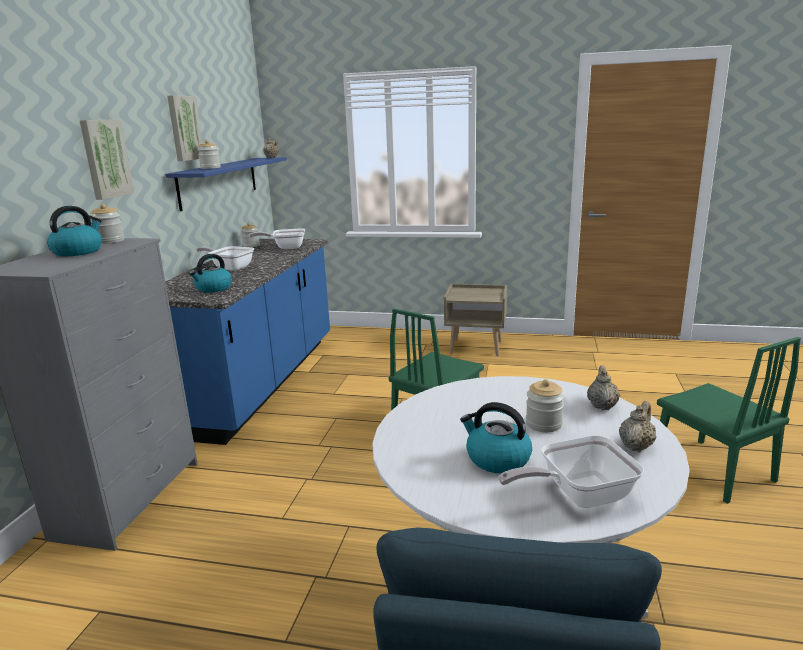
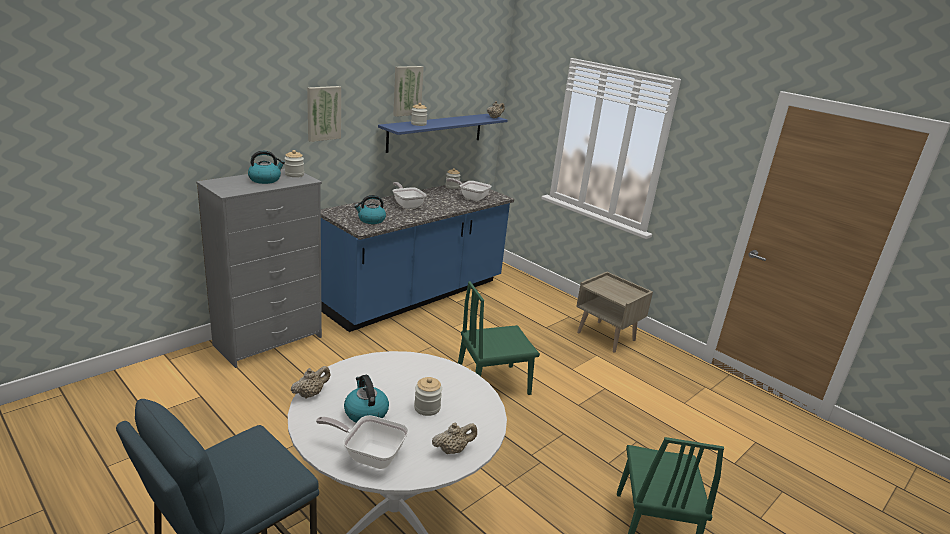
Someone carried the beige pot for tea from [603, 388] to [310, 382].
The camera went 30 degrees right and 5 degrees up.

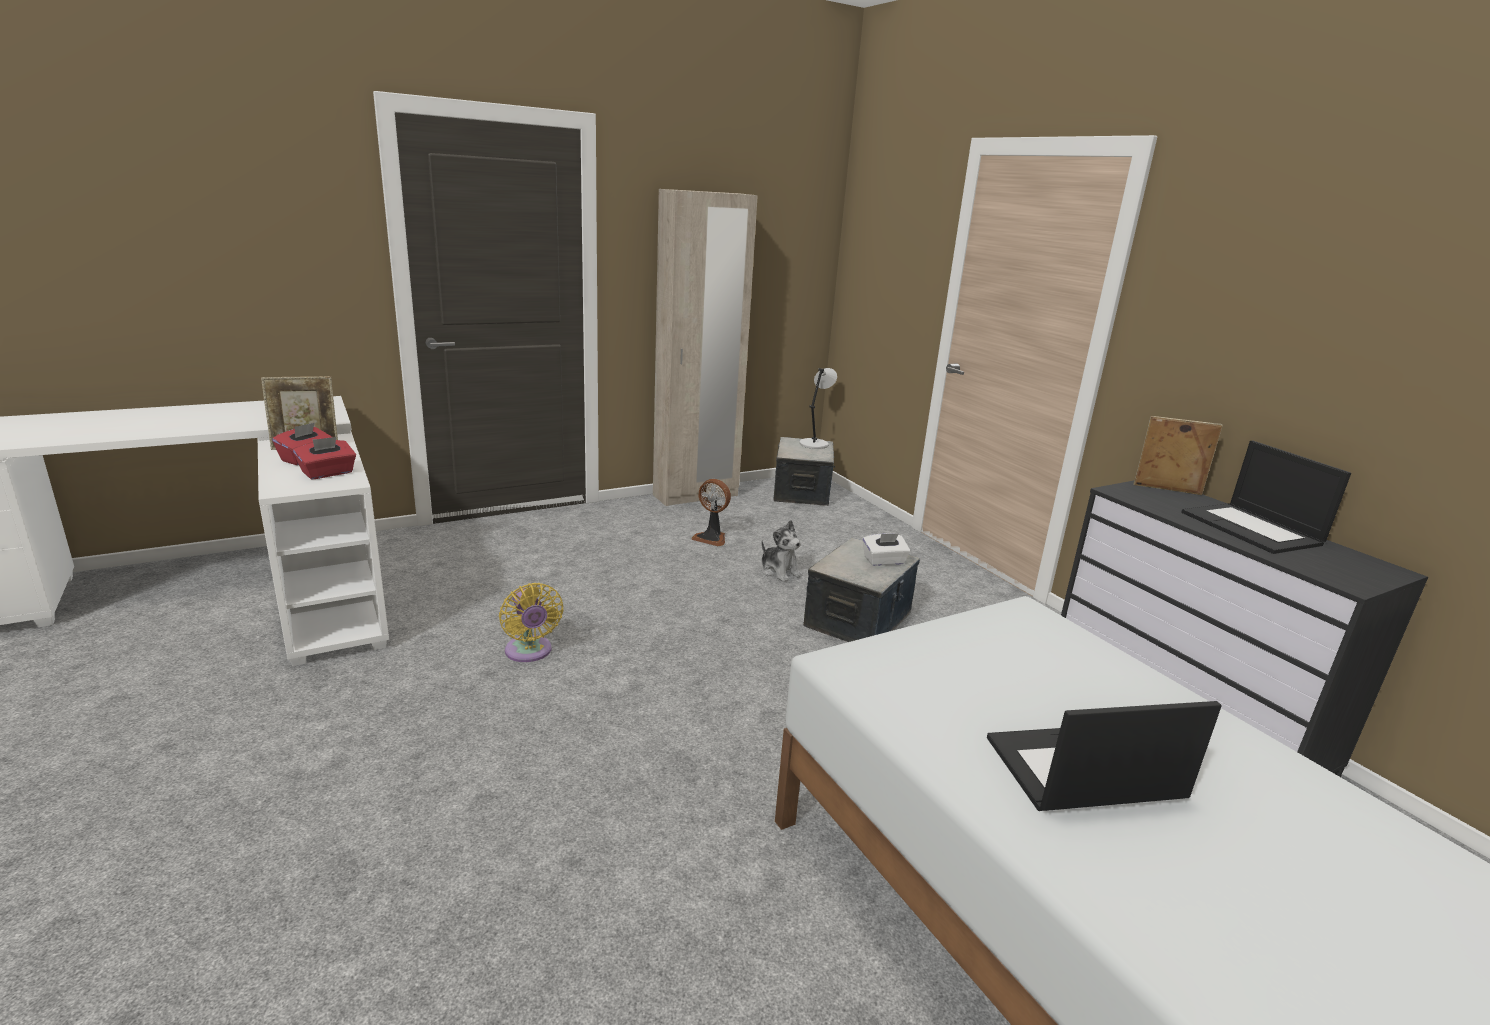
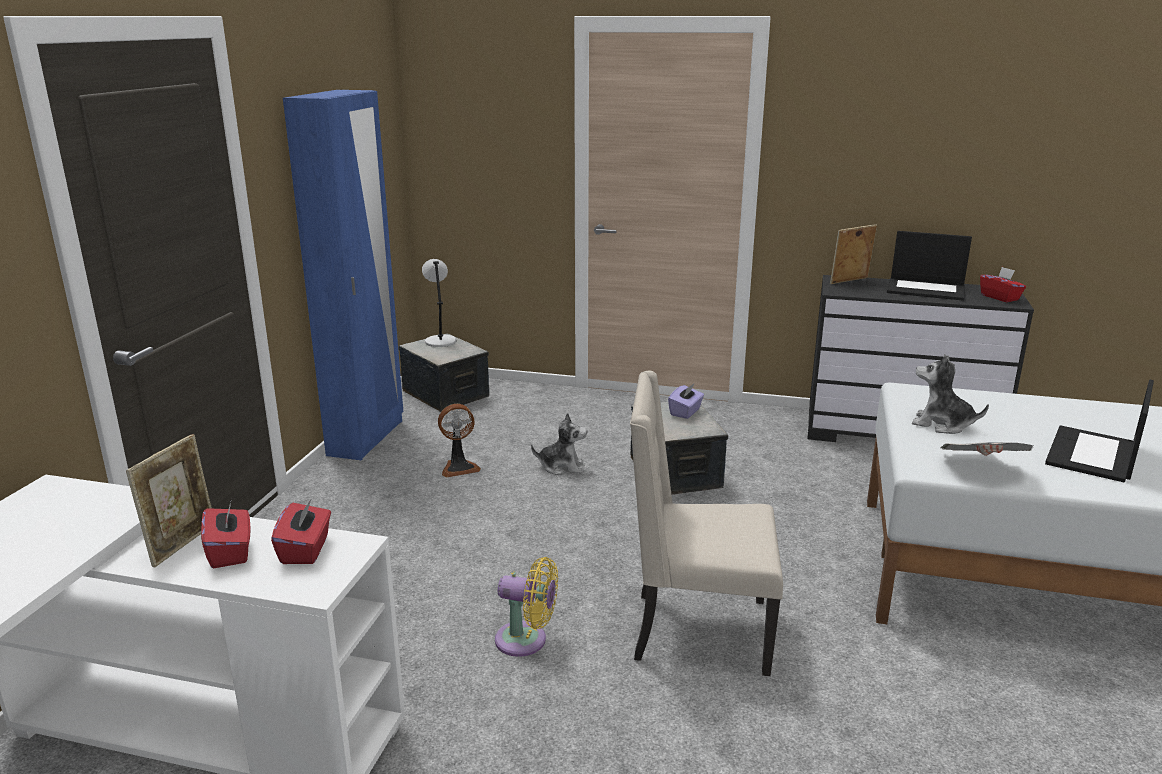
Someone repainted the beige clothes cupboard at [705, 347], which became the blue-coloured clothes cupboard at [343, 275].
Someone repainted the white box of tissues at [886, 549], which became the purple-coloured box of tissues at [686, 401].
Someone put down the beige upright chair at [706, 523].
Someone put down the plush toy at [950, 394].
Someone put down the daily paper at [987, 449].
Someone put down the red-coloured box of tissues at [1003, 284].
The camera went 45 degrees left and 0 degrees up.

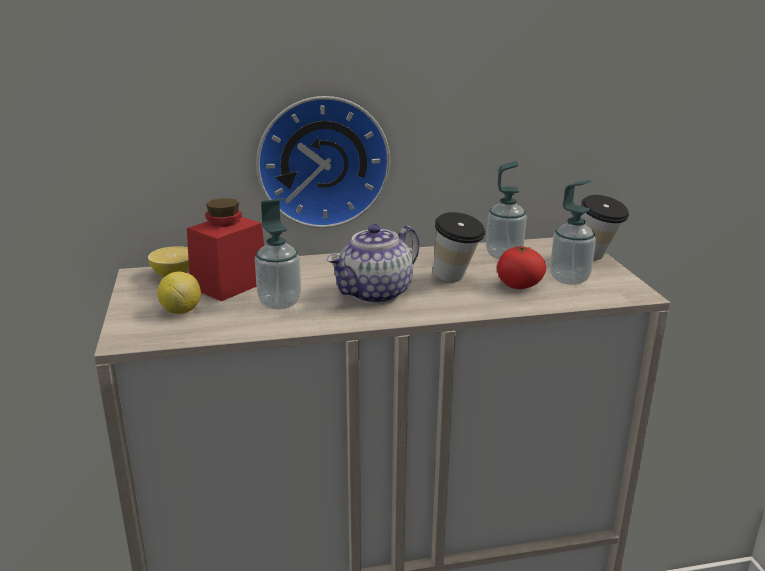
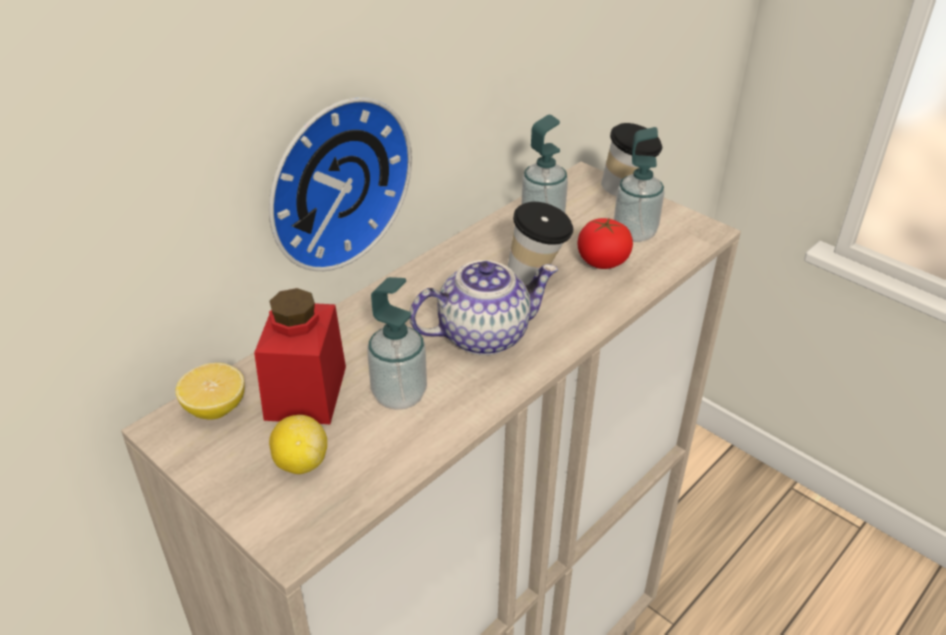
Someone rotated the pot for tea at [373, 264] by 120 degrees counterclockwise.
The camera went 35 degrees left and 15 degrees up.

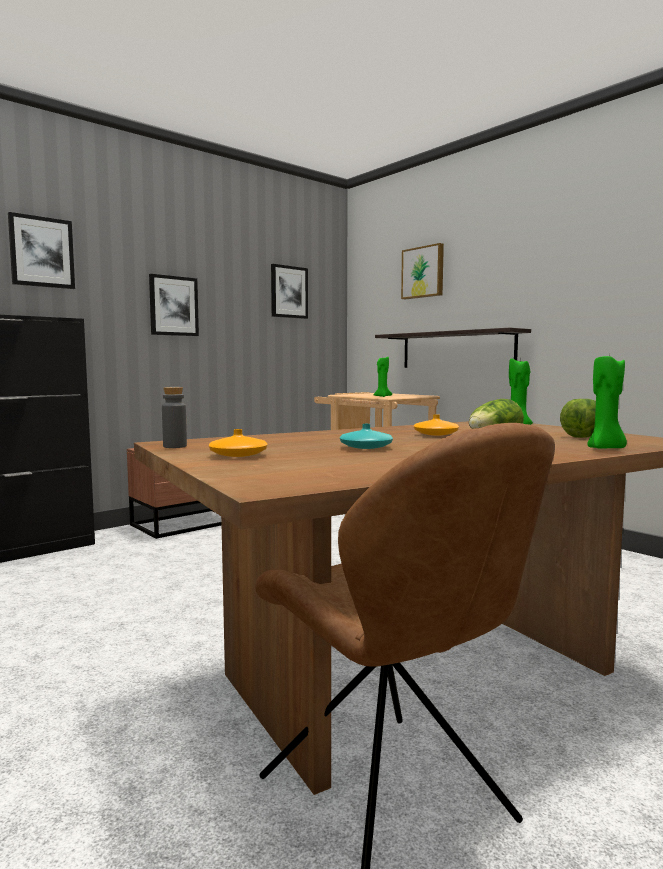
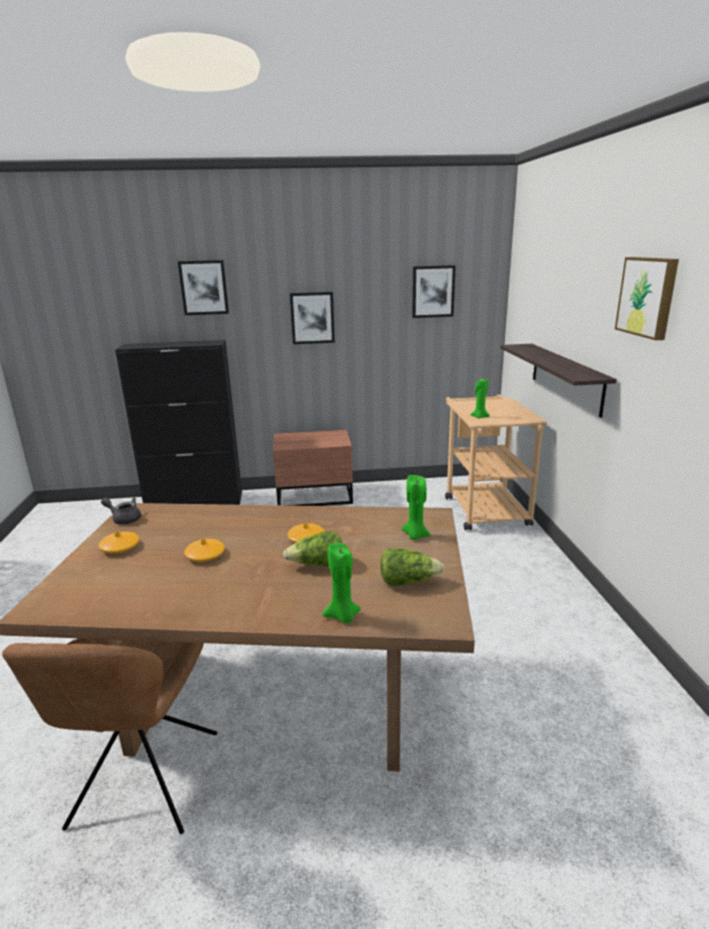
Someone swapped the grey bottle at [174, 417] for the grey pot for tea at [121, 510].
Someone repainted the turquoise-coloured decorative vase at [366, 436], which became the orange-coloured decorative vase at [204, 550].
Someone carried the picture from [422, 271] to [647, 298].
The camera went 35 degrees right and 15 degrees up.

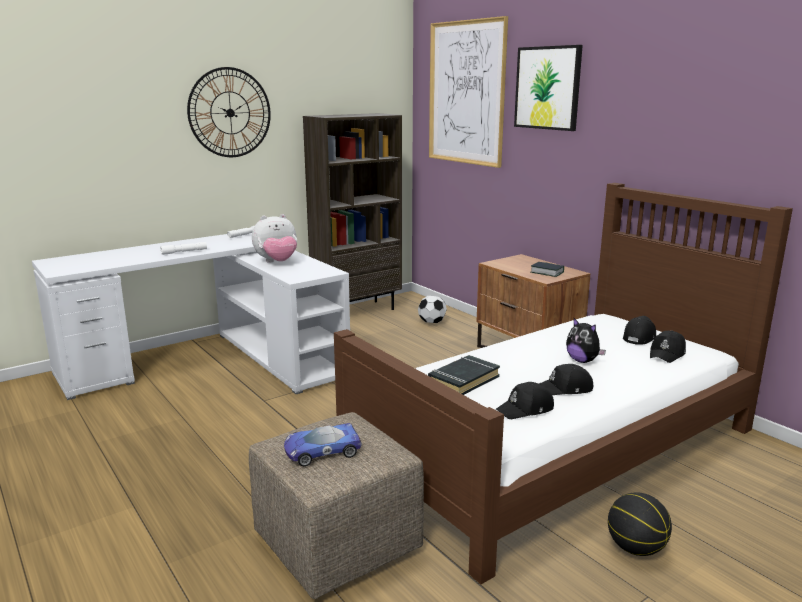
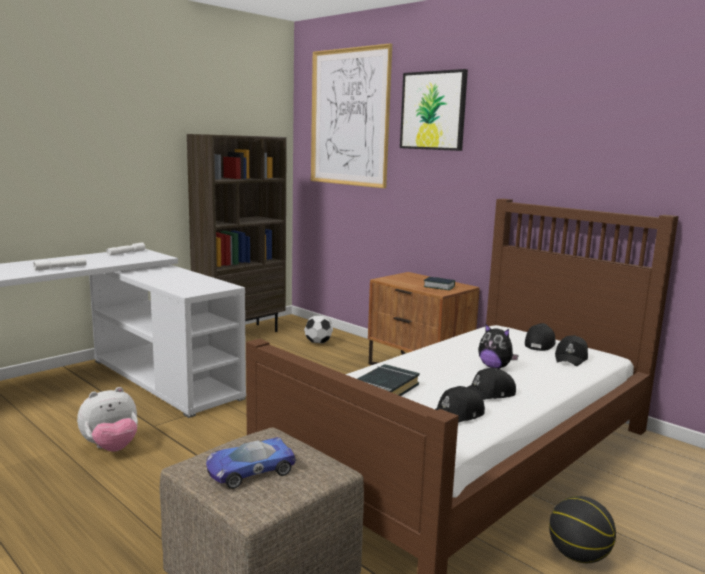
Someone took away the wall clock at [229, 112].
Someone carried the plush toy from [274, 238] to [107, 419].
The camera went 10 degrees left and 5 degrees down.

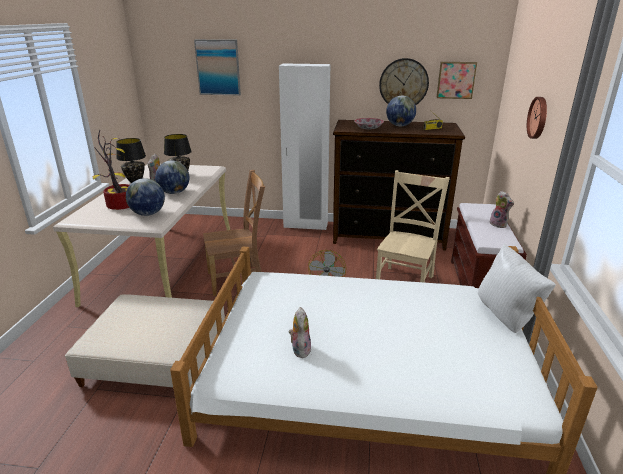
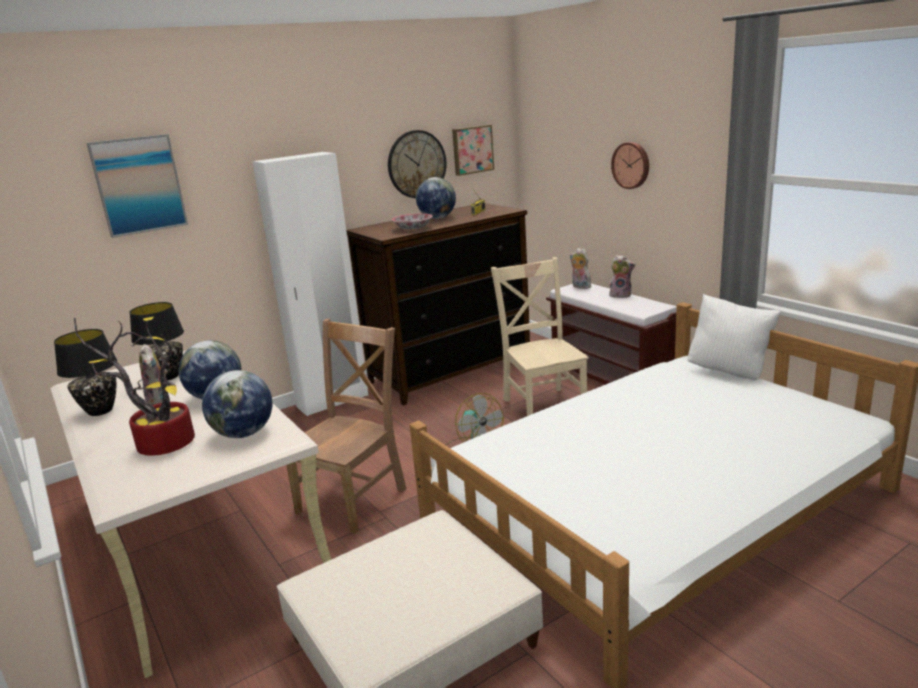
Someone carried the plush toy from [300, 332] to [580, 268].
The camera went 40 degrees left and 5 degrees down.

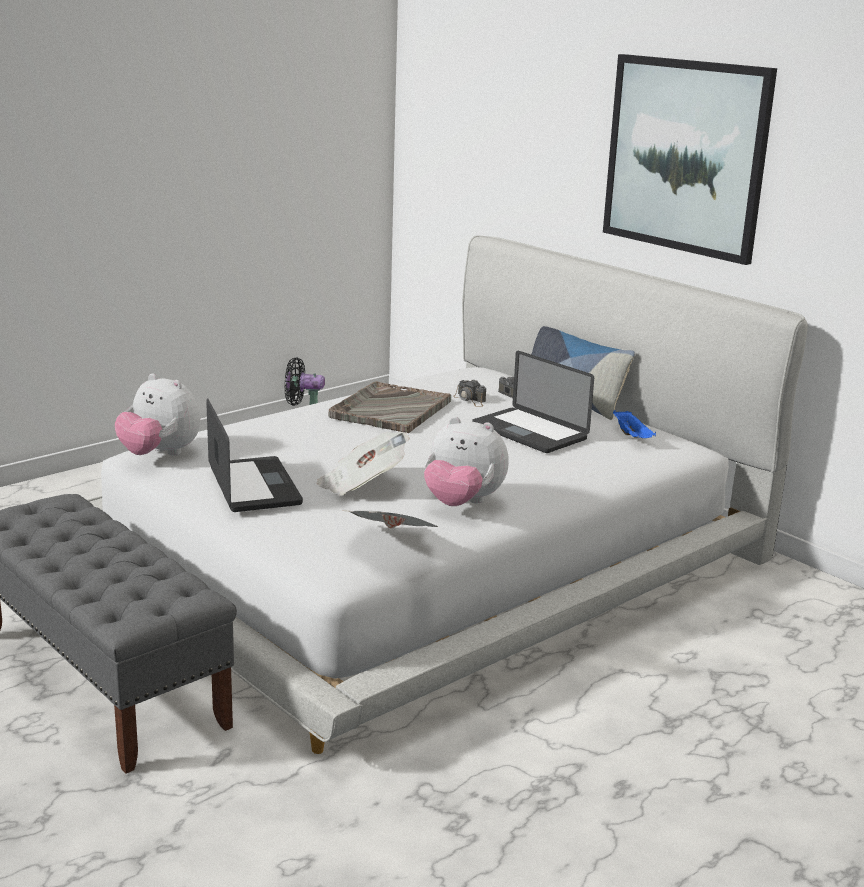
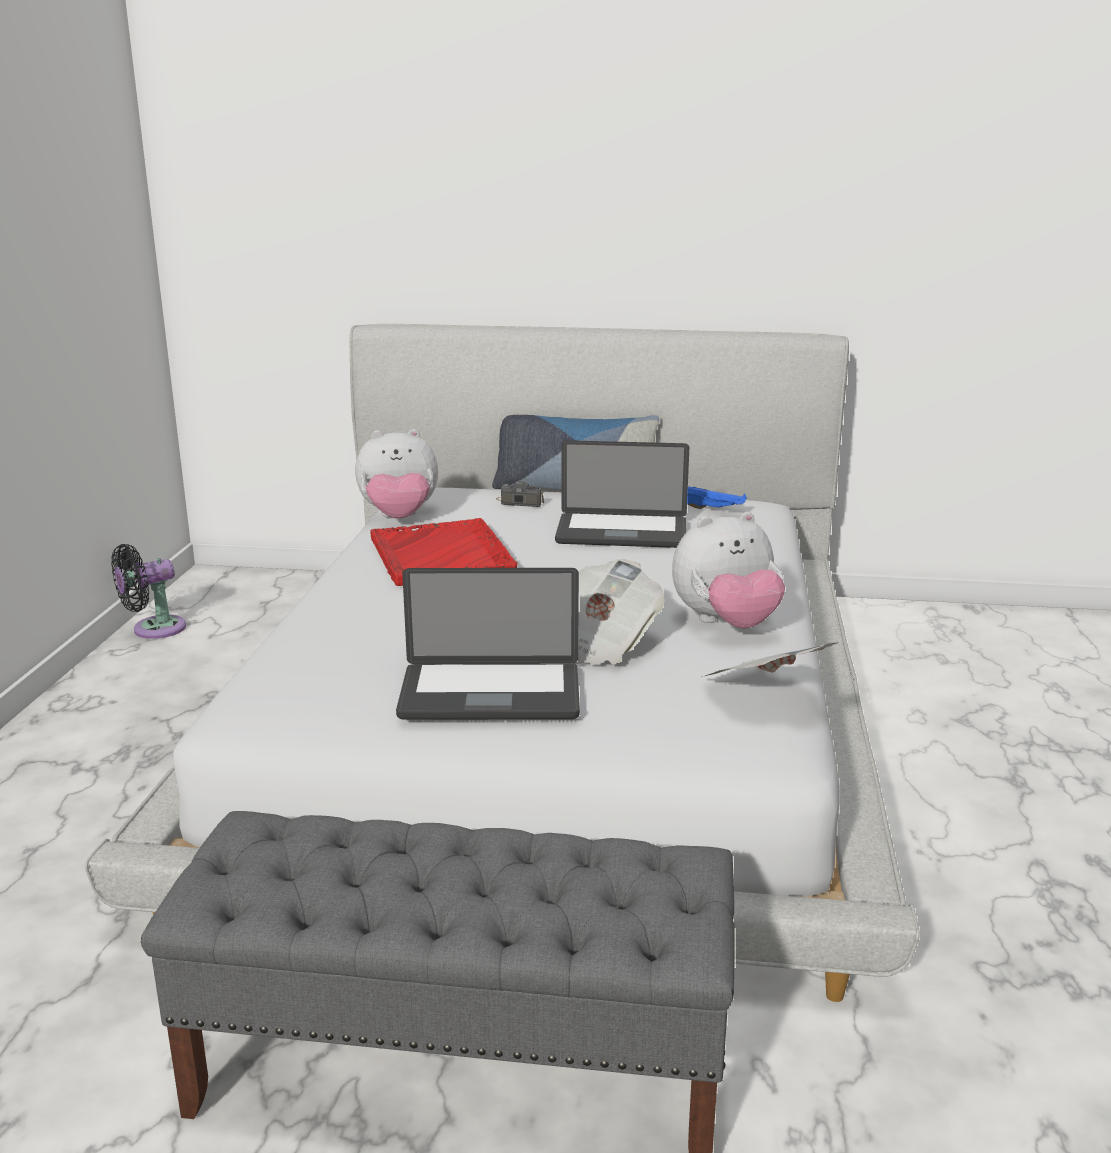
Someone carried the plush toy from [157, 414] to [396, 474].
Someone rotated the portable computer at [254, 455] by 150 degrees clockwise.
Someone repainted the grey serving tray at [389, 407], which became the red-coloured serving tray at [444, 552].
Someone took away the still camera at [469, 393].
Someone took away the picture at [690, 159].
The camera went 40 degrees left and 0 degrees up.

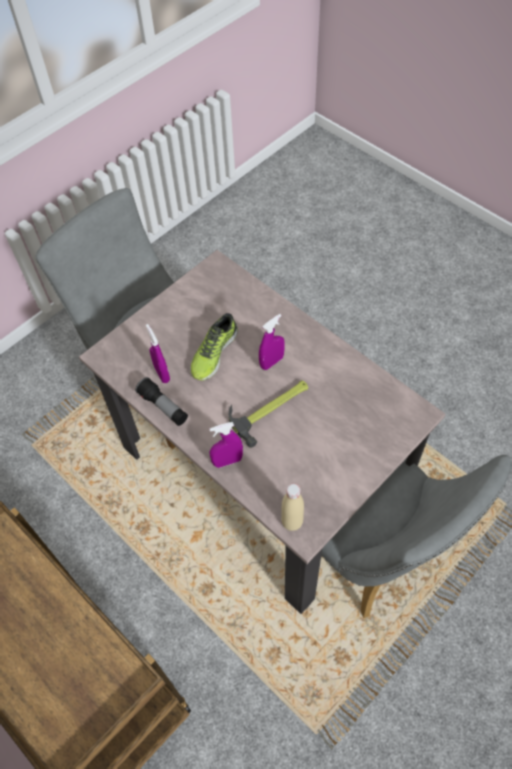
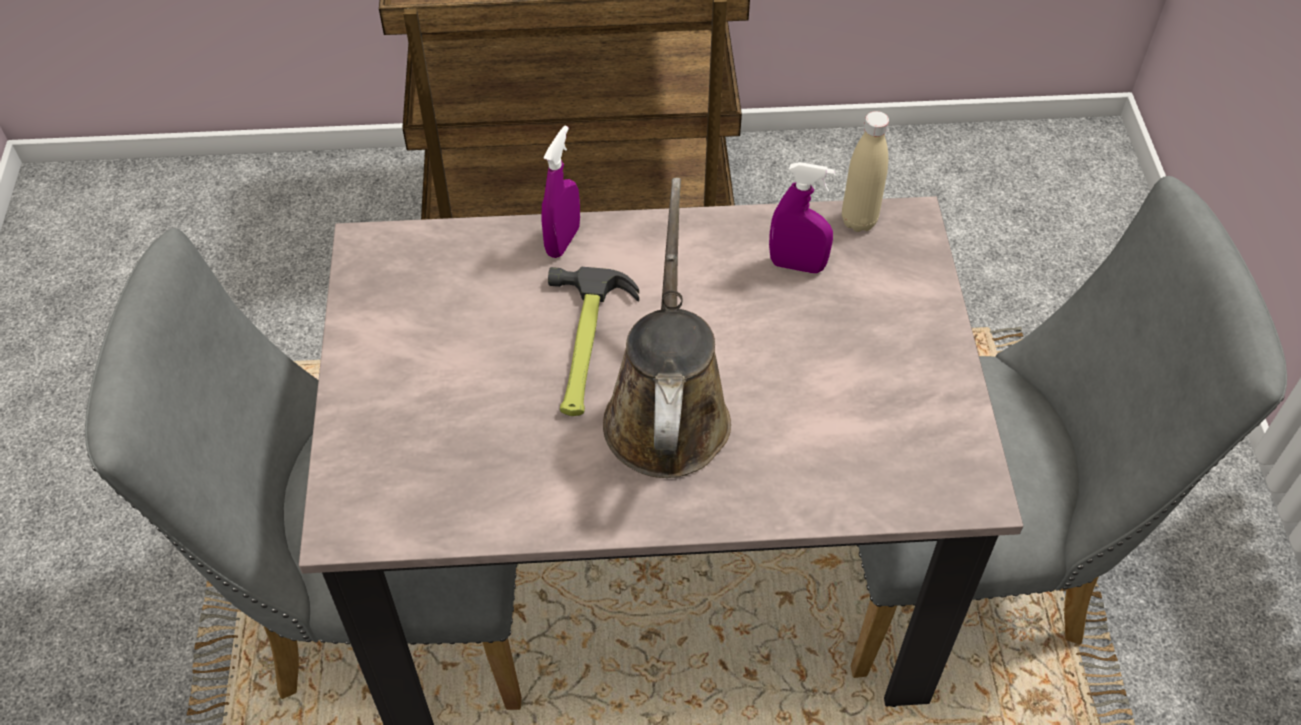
Someone took away the flashlight at [161, 401].
Someone took away the item of footwear at [214, 347].
Someone swapped the purple-coloured hand sprayer at [272, 342] for the brown sprinkling can at [667, 328].
Someone carried the beige bottle from [292, 507] to [865, 171].
The camera went 130 degrees right and 5 degrees down.

